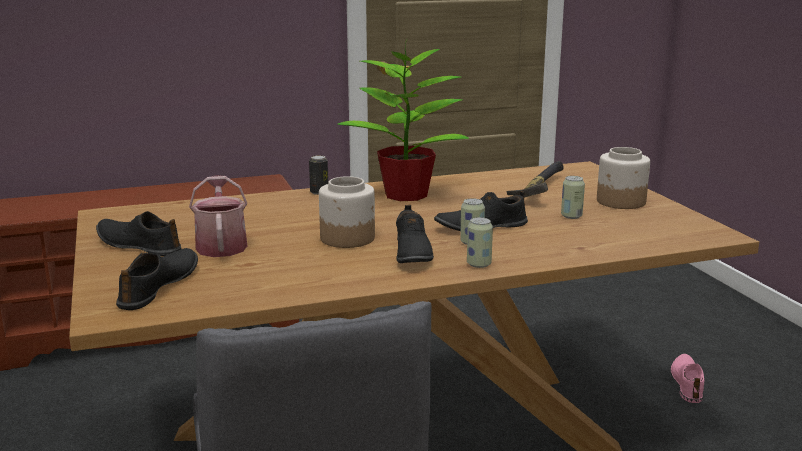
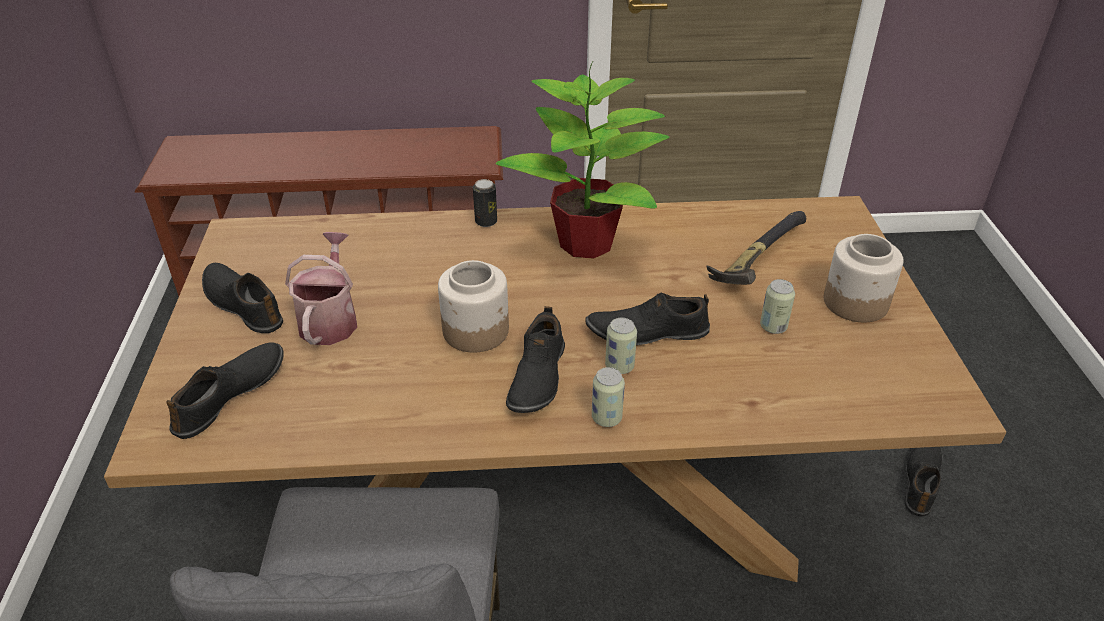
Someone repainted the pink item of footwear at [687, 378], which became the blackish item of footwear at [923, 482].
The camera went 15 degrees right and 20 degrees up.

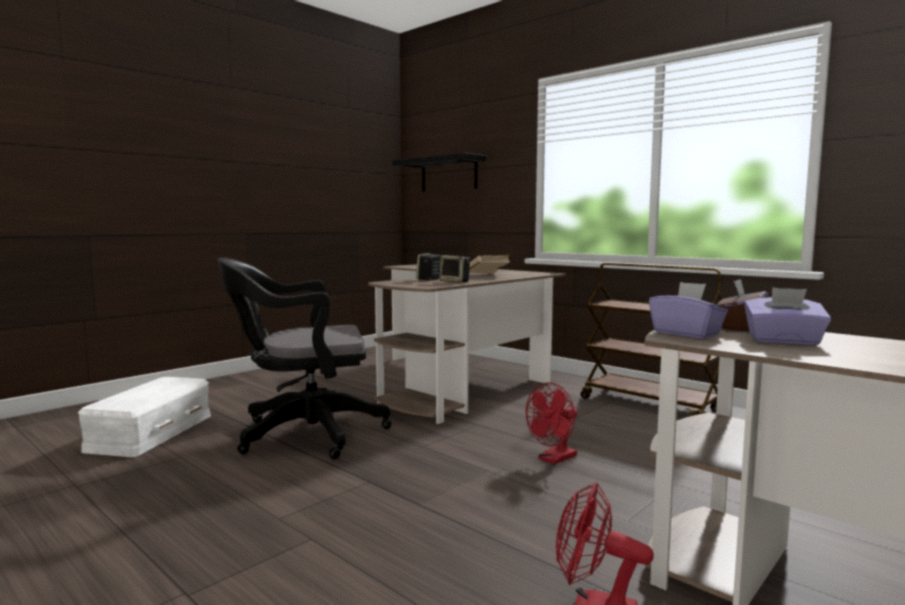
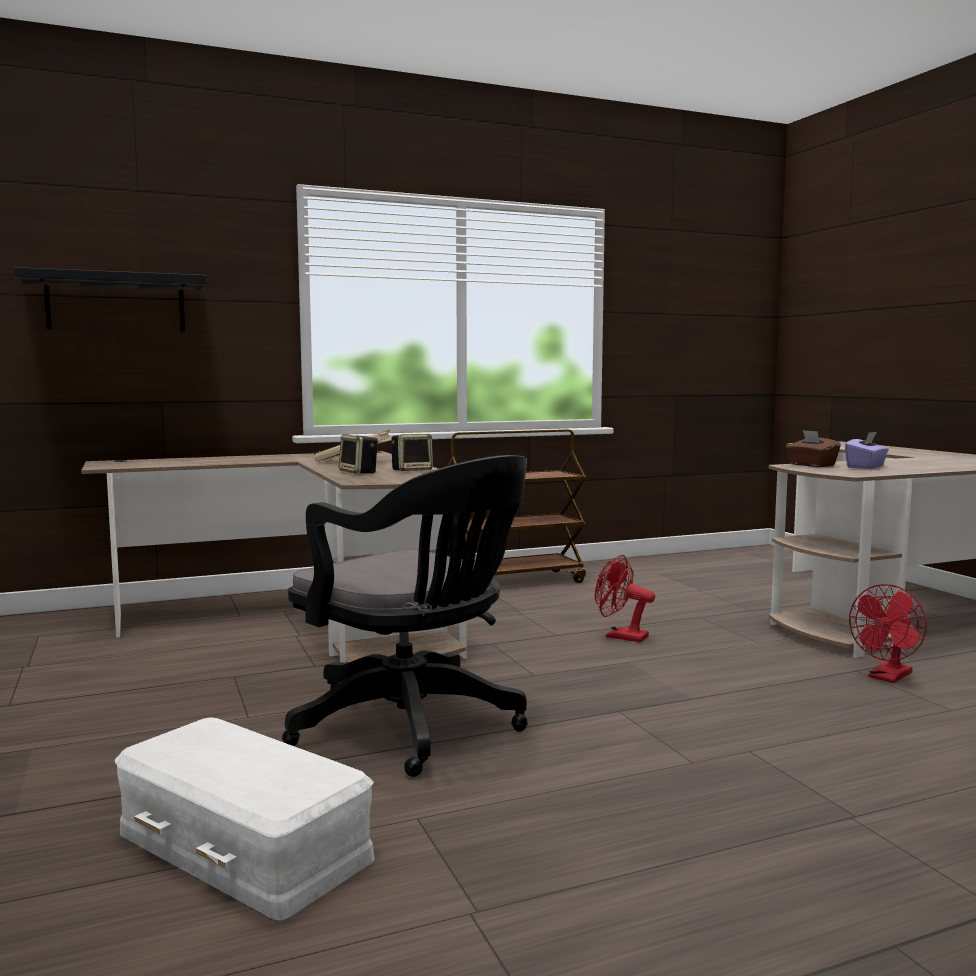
Someone rotated the blackish computer chair at [305, 358] by 60 degrees counterclockwise.
Someone rotated the red-coloured electric fan at [552, 423] by 135 degrees clockwise.
Someone took away the purple-coloured box of tissues at [688, 310].
The camera went 65 degrees left and 0 degrees up.

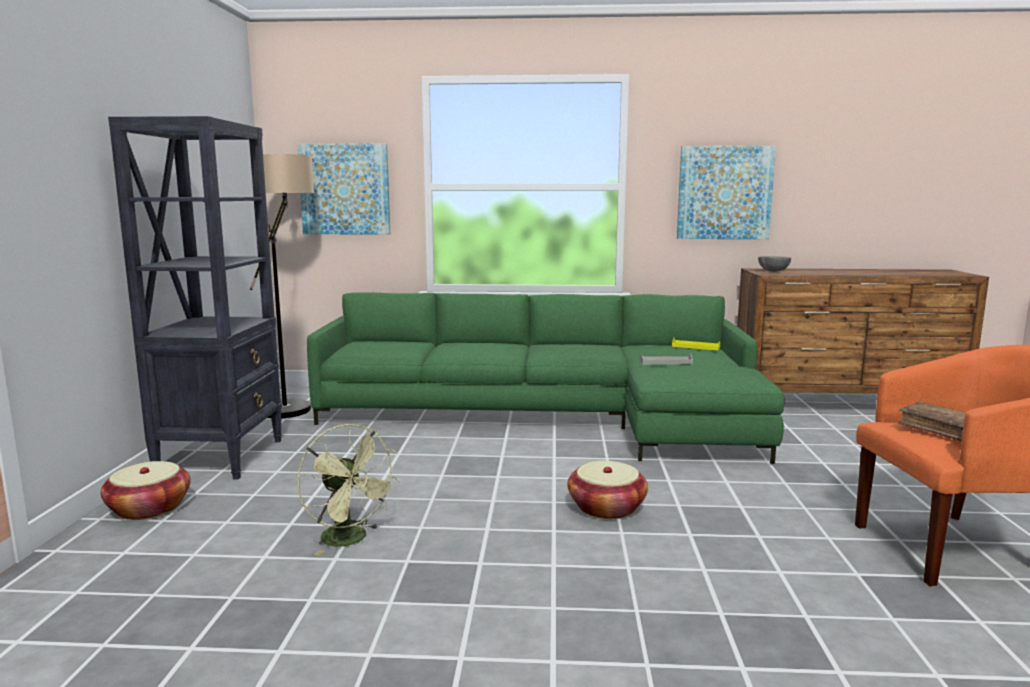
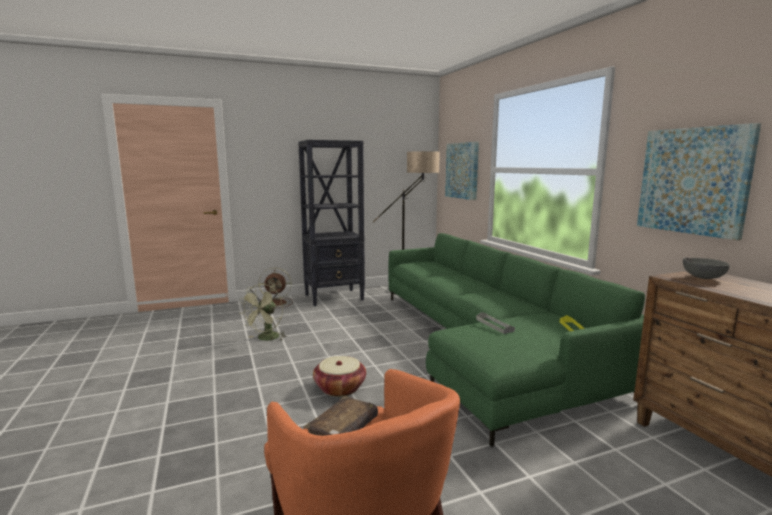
Someone swapped the basket at [145, 490] for the brown electric fan at [276, 288].
The camera went 65 degrees right and 0 degrees up.

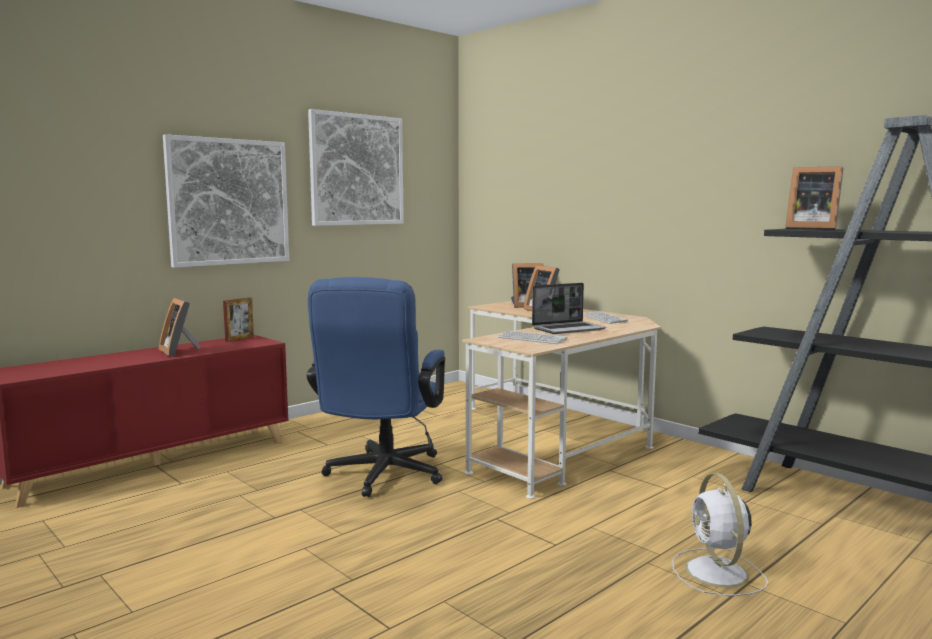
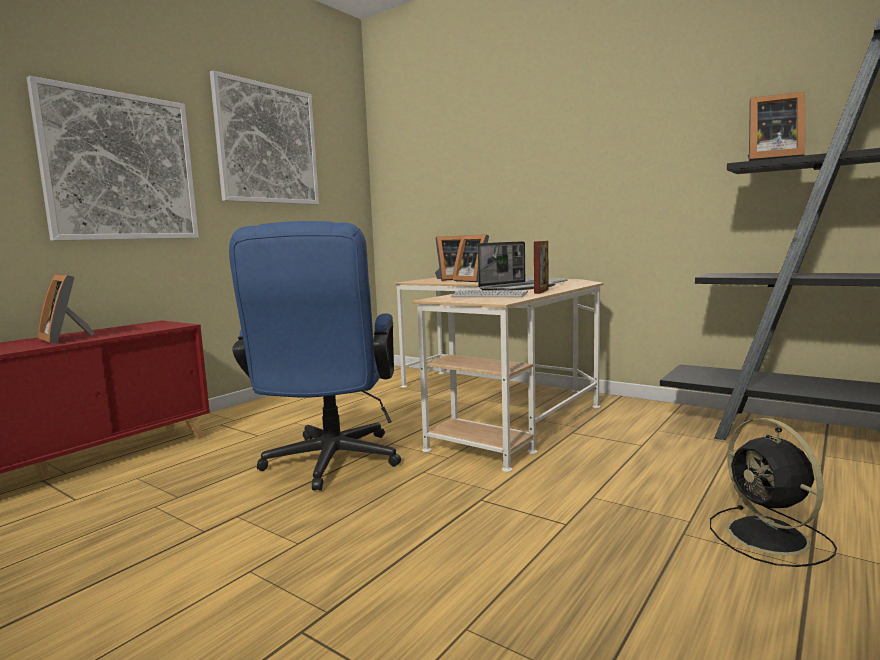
Someone carried the photo frame from [238, 319] to [541, 267].
Someone repainted the white electric fan at [720, 534], which became the blackish electric fan at [773, 492].
The camera went 10 degrees left and 0 degrees up.

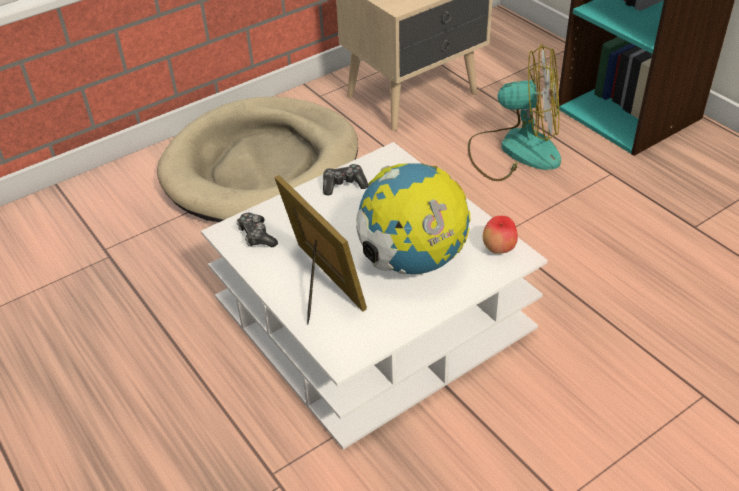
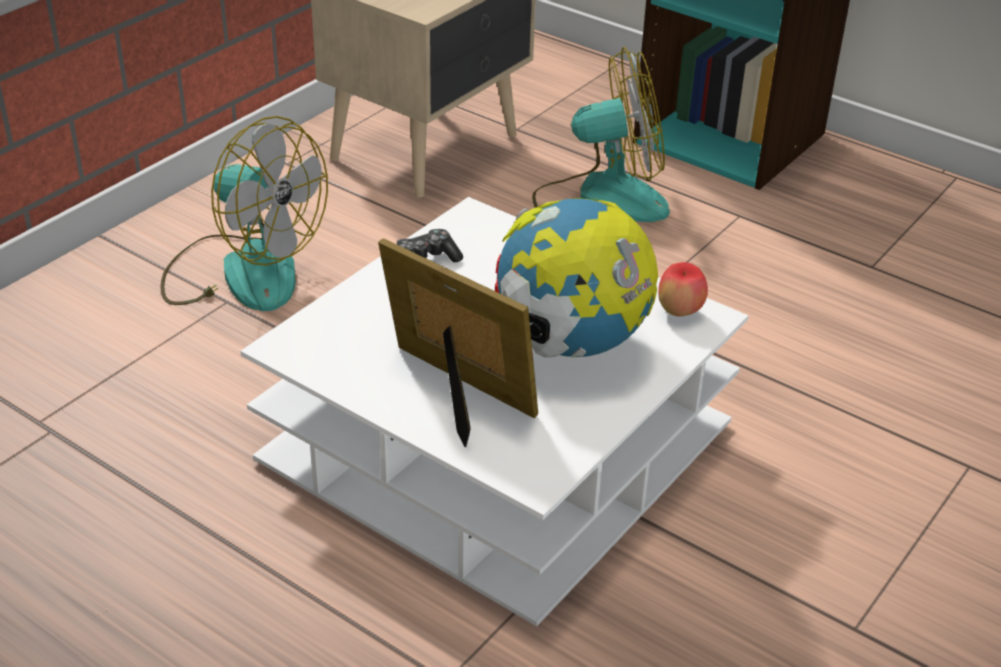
Someone swapped the beige dog bed at [257, 159] for the electric fan at [244, 213].
Someone took away the joypad at [257, 230].
The camera went 20 degrees left and 5 degrees down.

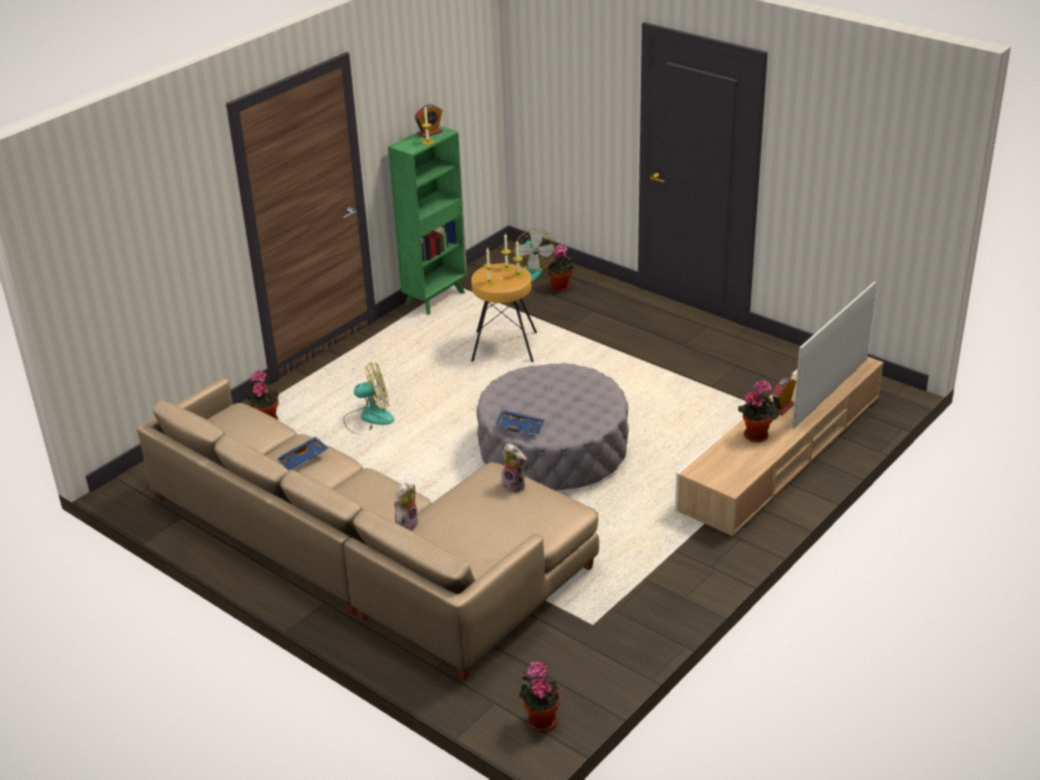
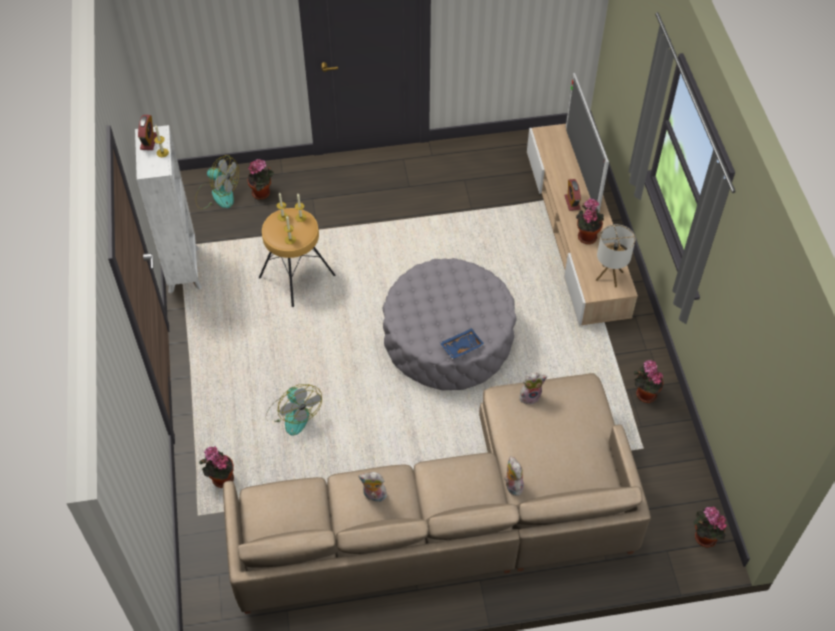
Someone swapped the blue-coloured serving tray at [302, 453] for the plush toy at [372, 488].
Someone rotated the electric fan at [369, 398] by 120 degrees clockwise.
Someone repainted the greenish bookcase at [427, 220], which became the white bookcase at [168, 209].
Someone put down the tabletop lamp at [615, 256].
Someone put down the houseplant at [648, 381].
The camera went 50 degrees left and 20 degrees up.

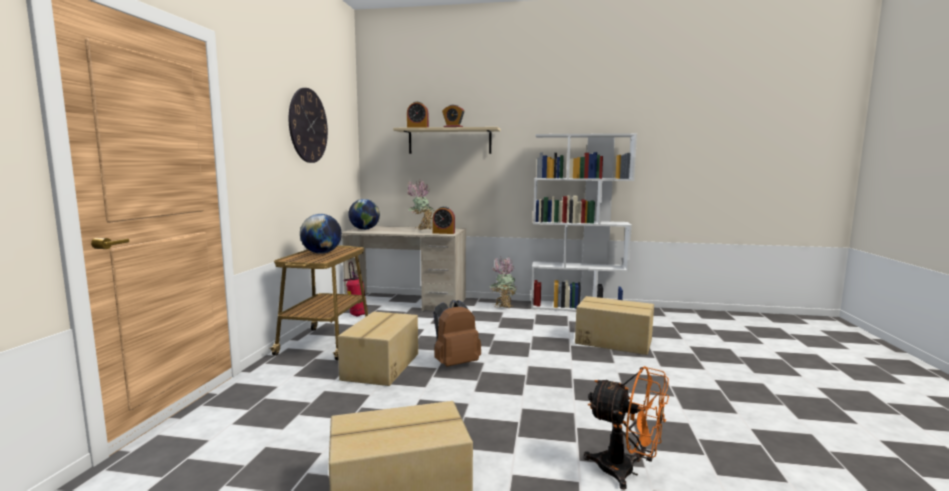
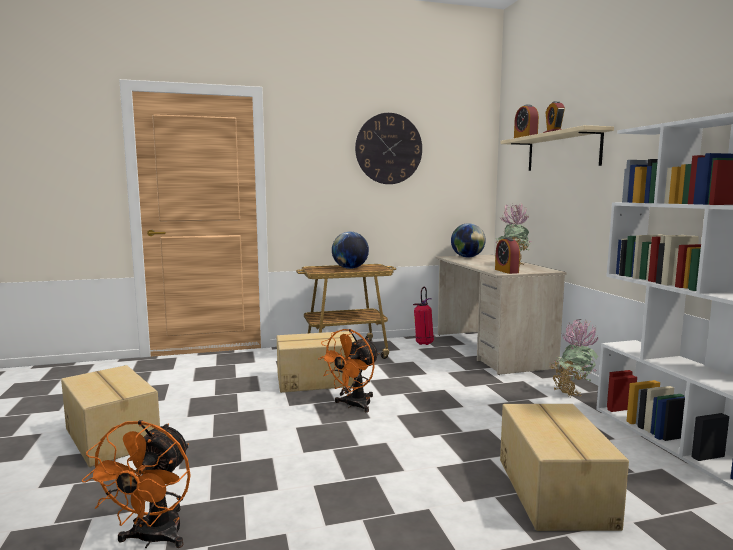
Someone swapped the brown backpack at [457, 333] for the orange-coloured electric fan at [348, 370].
The camera went 65 degrees right and 0 degrees up.

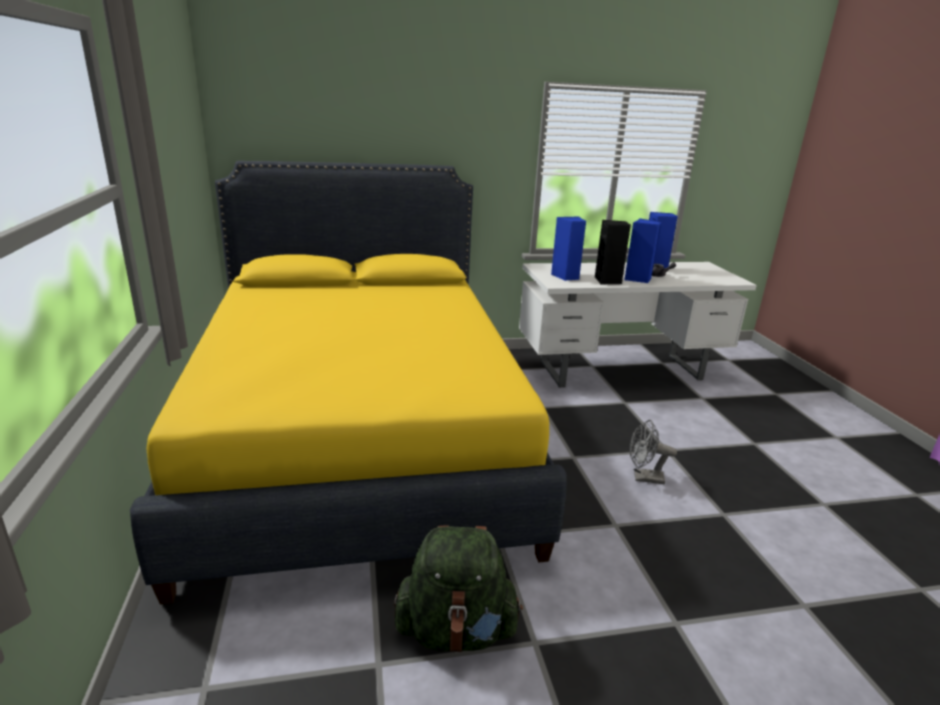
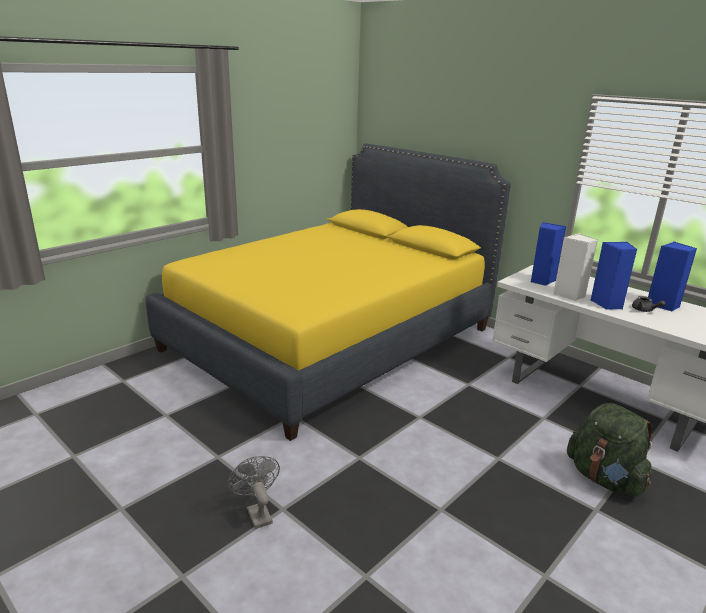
Someone carried the greenish backpack from [458, 589] to [610, 450].
Someone repainted the blackish audio speaker at [613, 252], which became the white audio speaker at [575, 267].
Someone carried the grey electric fan from [653, 452] to [254, 492].
The camera went 55 degrees right and 0 degrees up.

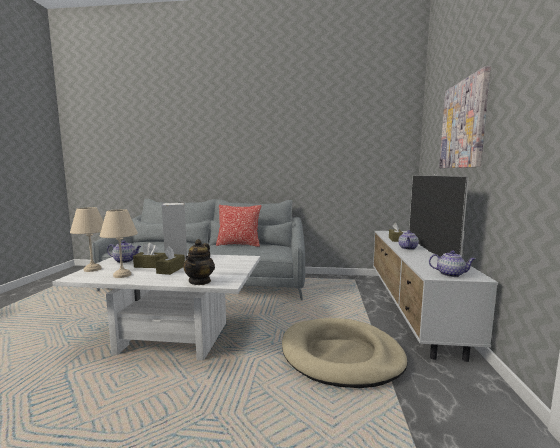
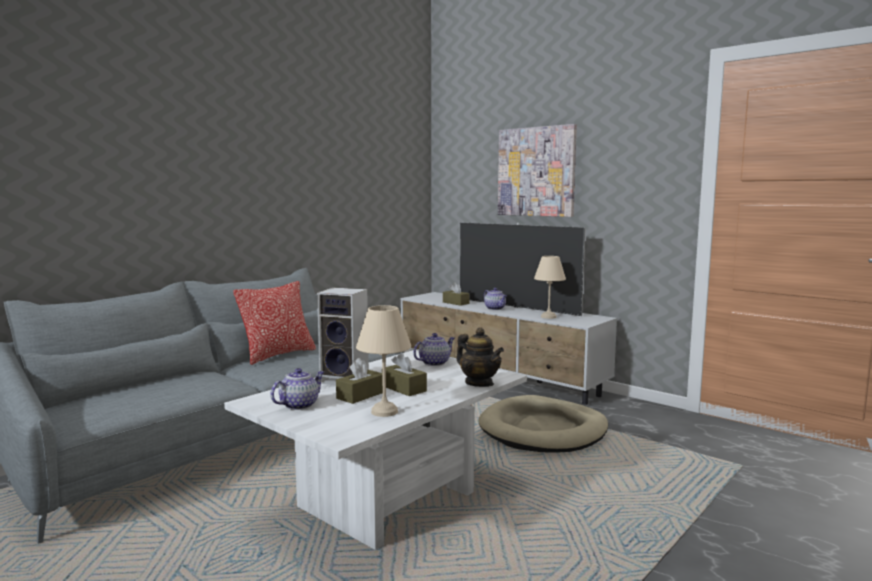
Someone carried the beige tabletop lamp from [87, 239] to [550, 287].
Someone carried the pot for tea from [452, 263] to [433, 349].
The camera went 55 degrees left and 0 degrees up.

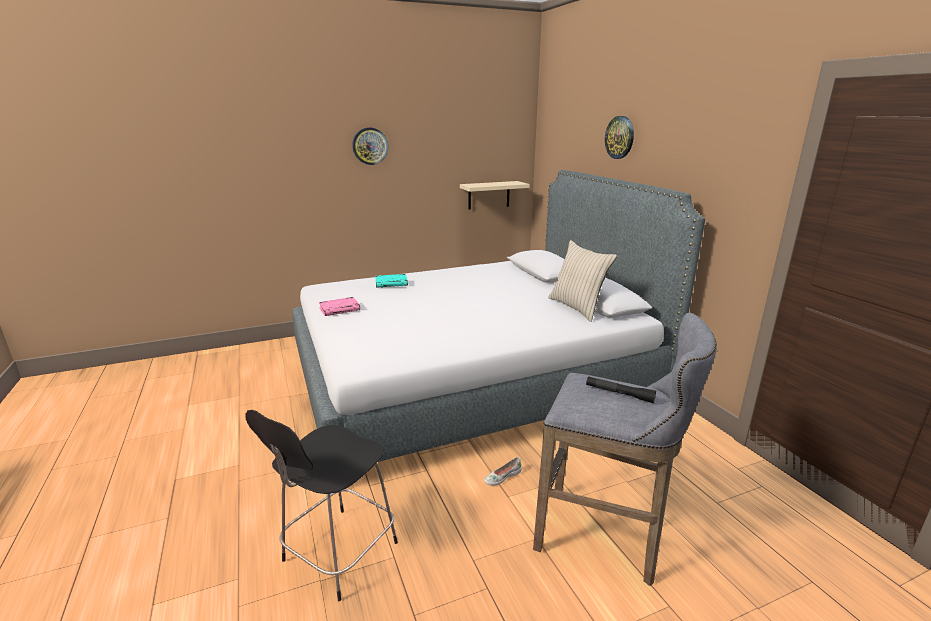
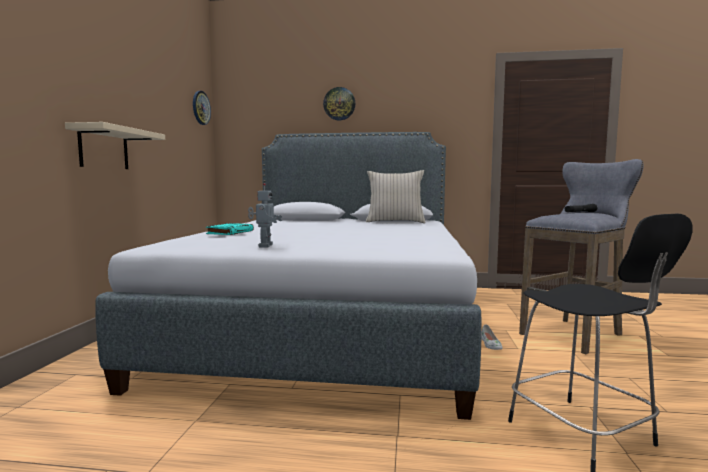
Someone swapped the pink volume at [339, 306] for the toy robot at [265, 215].
Someone carried the wall clock from [370, 146] to [202, 108].
Someone carried the beige wall shelf from [495, 195] to [115, 145].
The camera went 60 degrees left and 15 degrees down.

